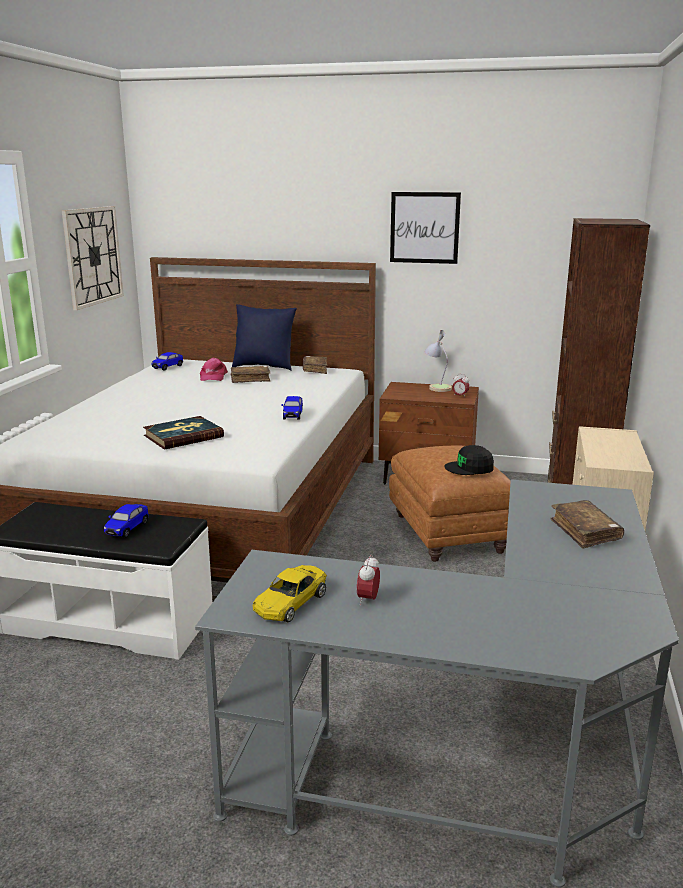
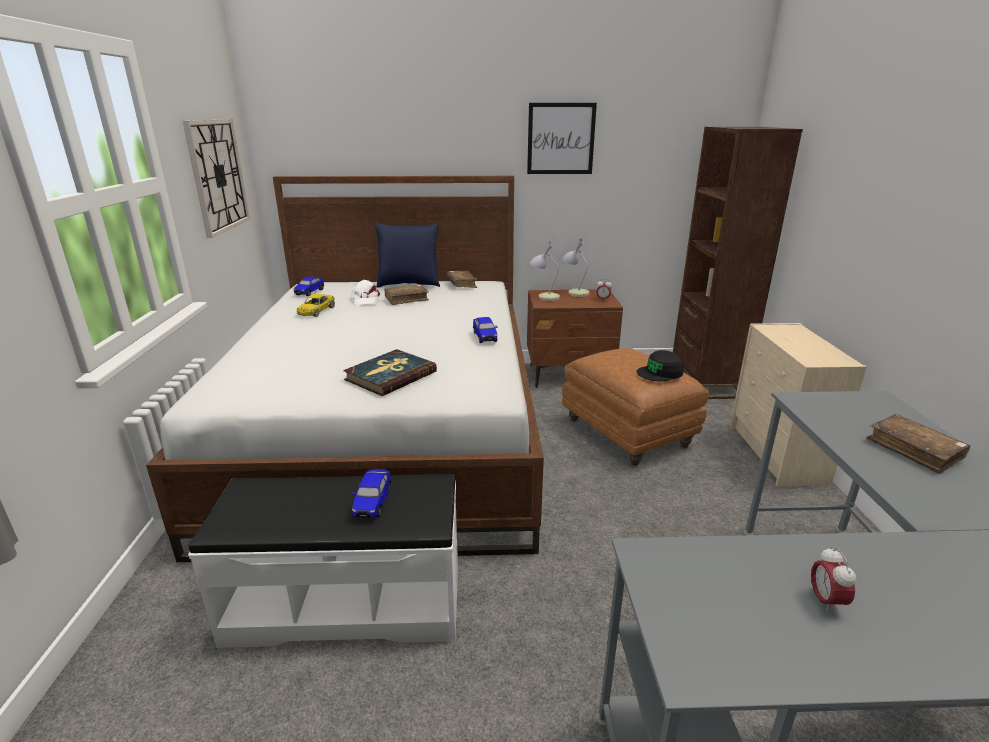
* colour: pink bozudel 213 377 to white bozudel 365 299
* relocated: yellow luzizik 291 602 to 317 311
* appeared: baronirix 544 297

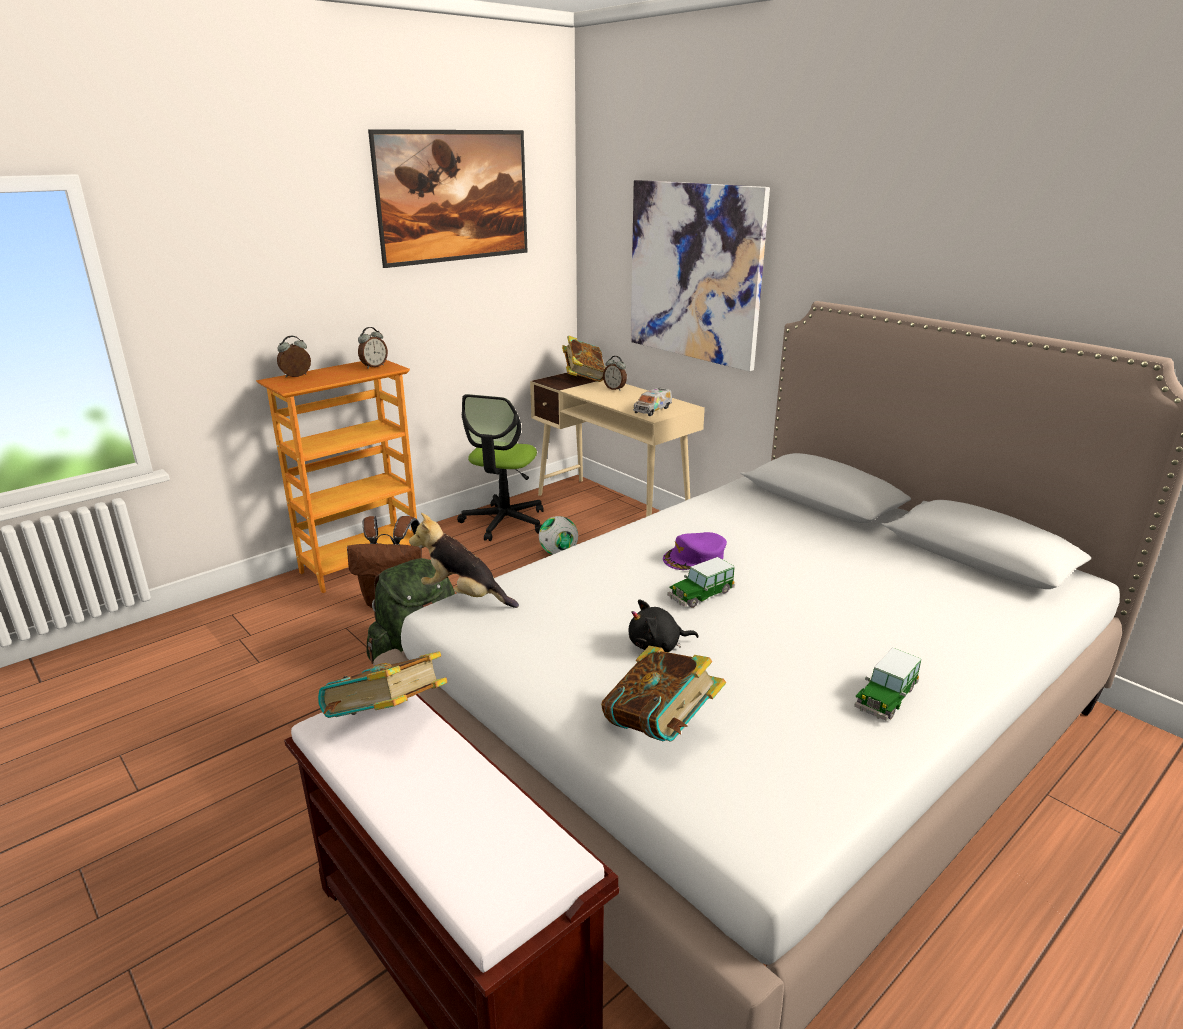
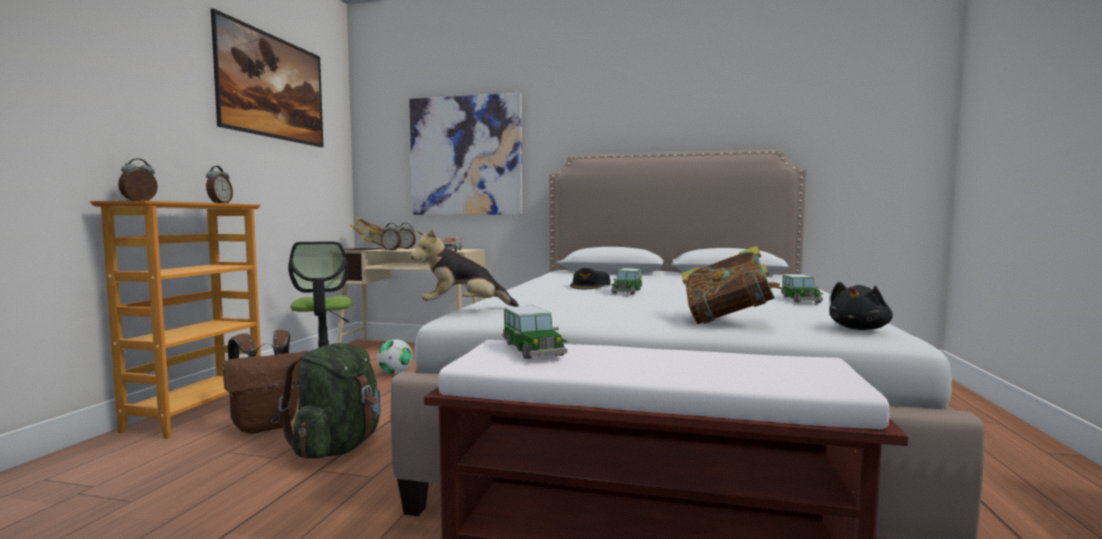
* colour: purple bozudel 694 557 to black bozudel 590 286
* relocated: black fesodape 657 646 to 859 329
* exchanged: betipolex 388 721 to luzizik 533 350
* appeared: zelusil 391 250

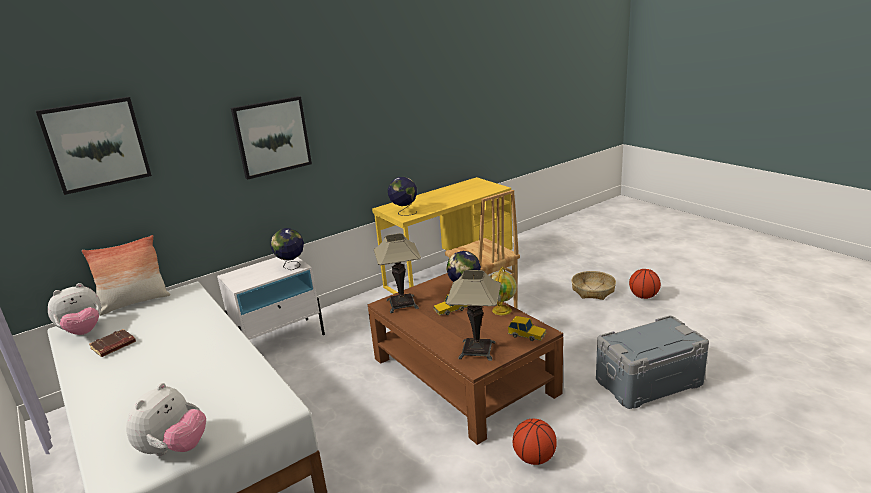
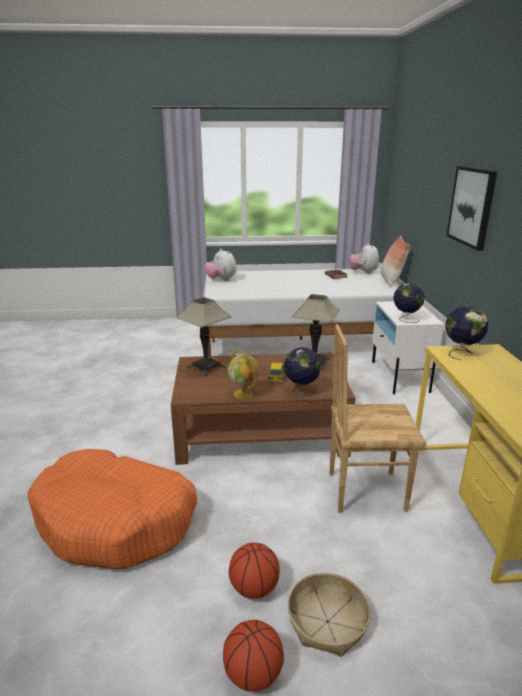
* missing: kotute 96 144
* missing: luzizik 527 335
* exchanged: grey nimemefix 649 383 to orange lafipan 116 521
* relocated: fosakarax 534 458 to 254 588

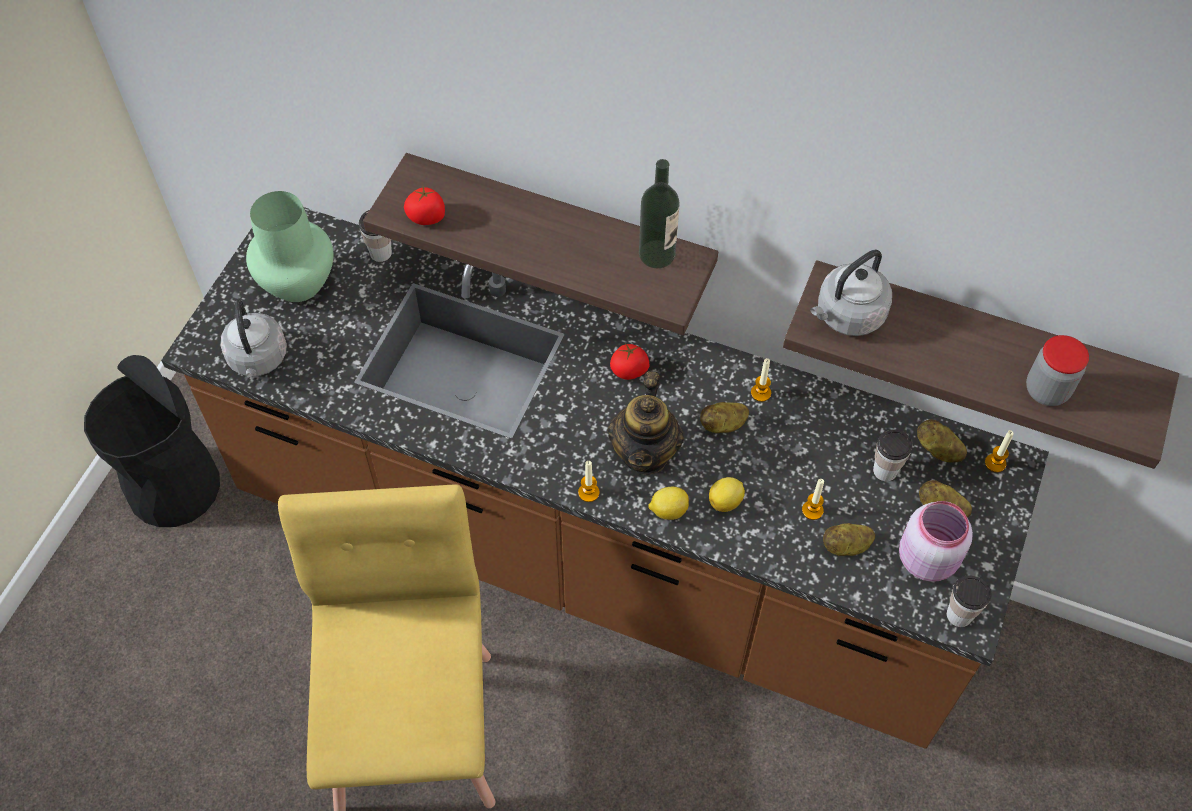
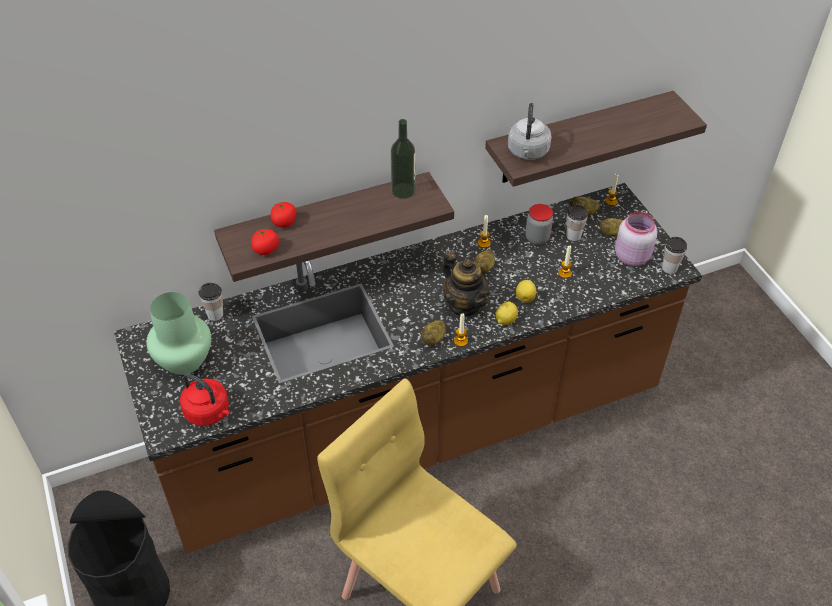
* colour: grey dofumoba 258 360 to red dofumoba 209 412
* relocated: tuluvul 1047 390 to 537 238
* relocated: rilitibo 629 370 to 284 222
* relocated: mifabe 846 546 to 434 339

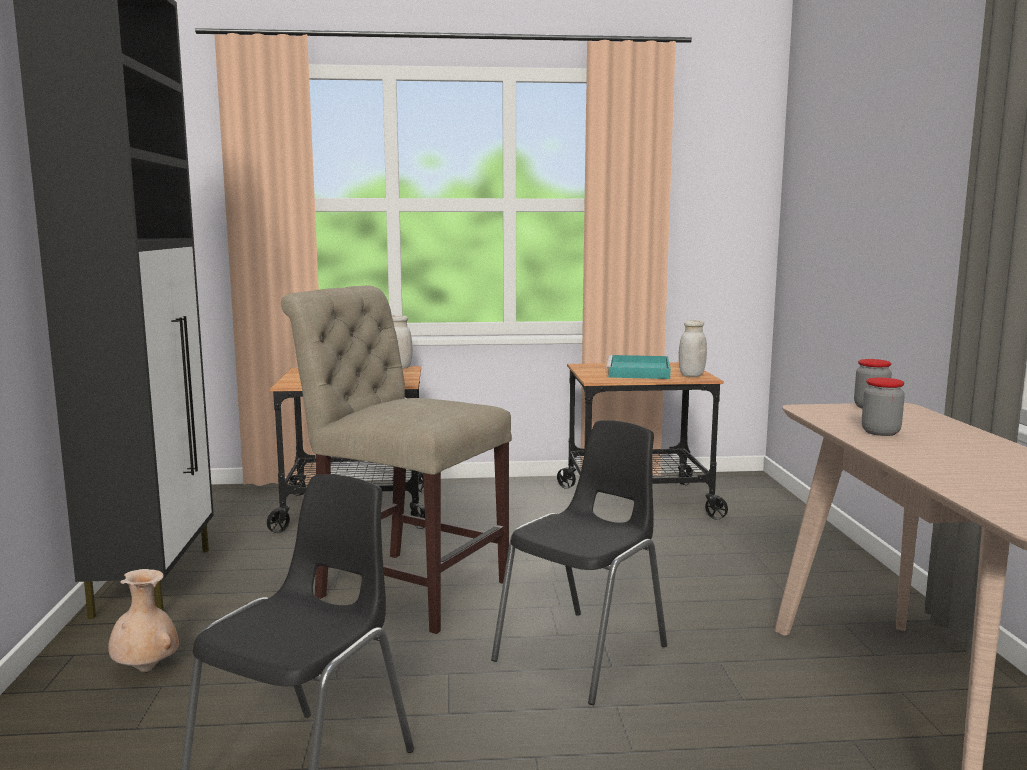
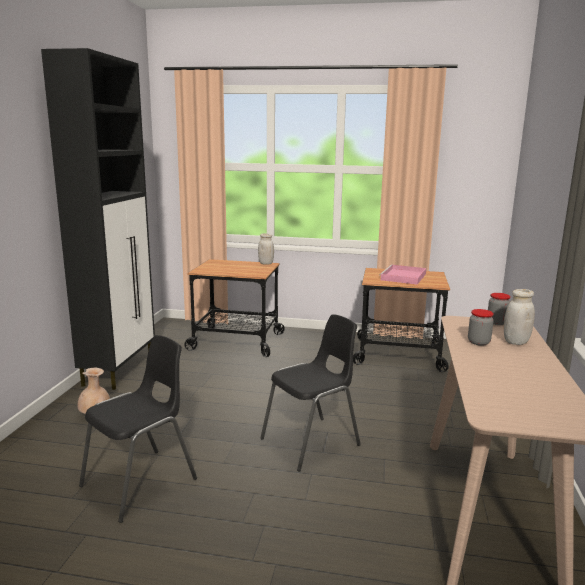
* missing: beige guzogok 405 586
* relocated: white tuluvul 691 375 to 515 342
* colour: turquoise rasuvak 639 371 to pink rasuvak 403 277

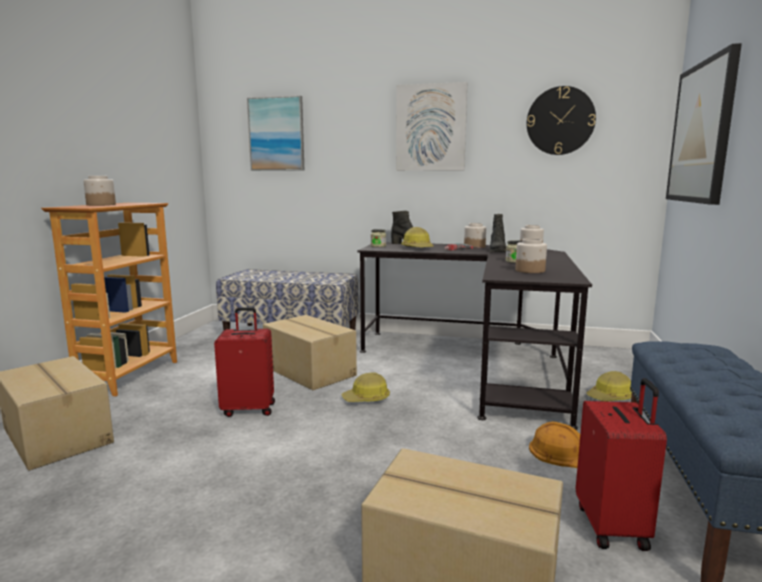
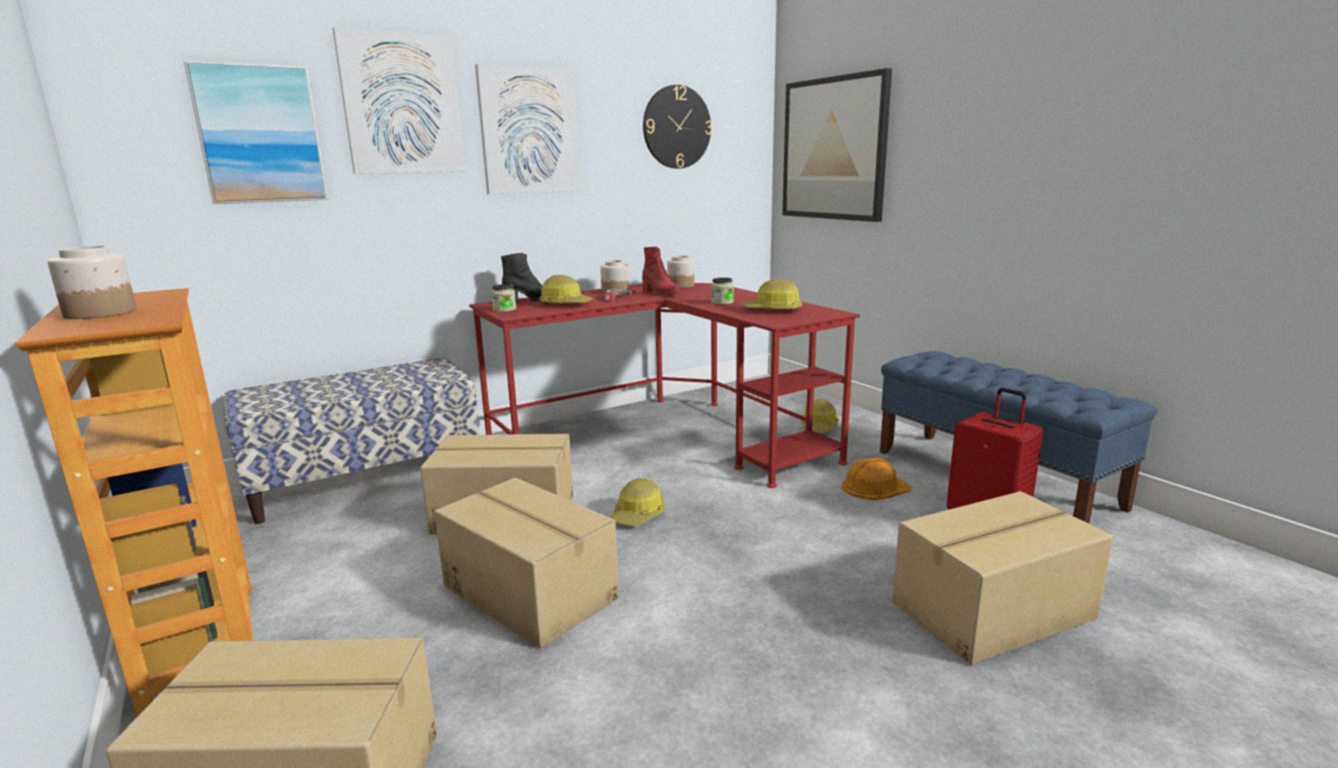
* colour: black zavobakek 497 251 to red zavobakek 660 293
* exchanged: tuluvul 530 270 to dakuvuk 773 310
* colour: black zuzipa 477 363 to red zuzipa 665 434
* exchanged: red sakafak 249 409 to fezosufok 531 591
* appeared: kotute 402 104

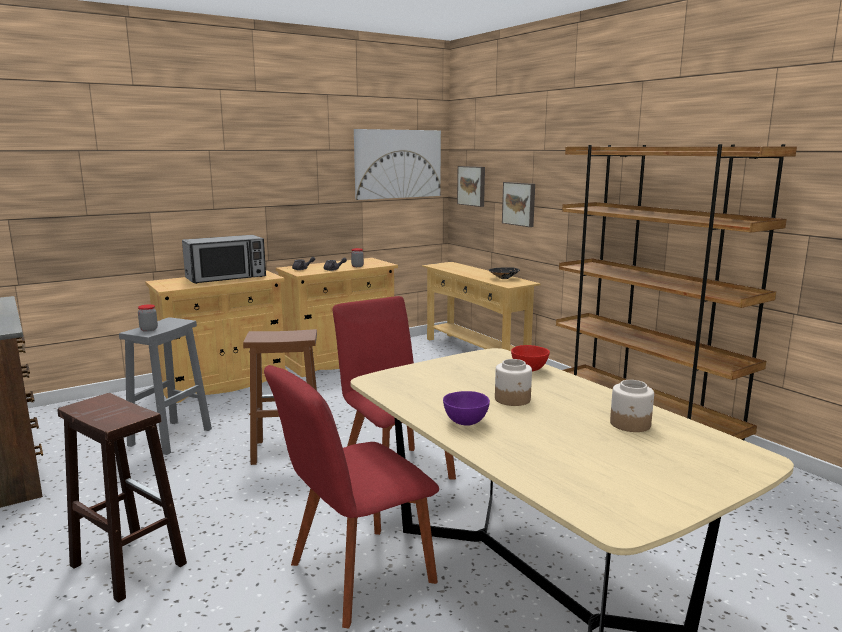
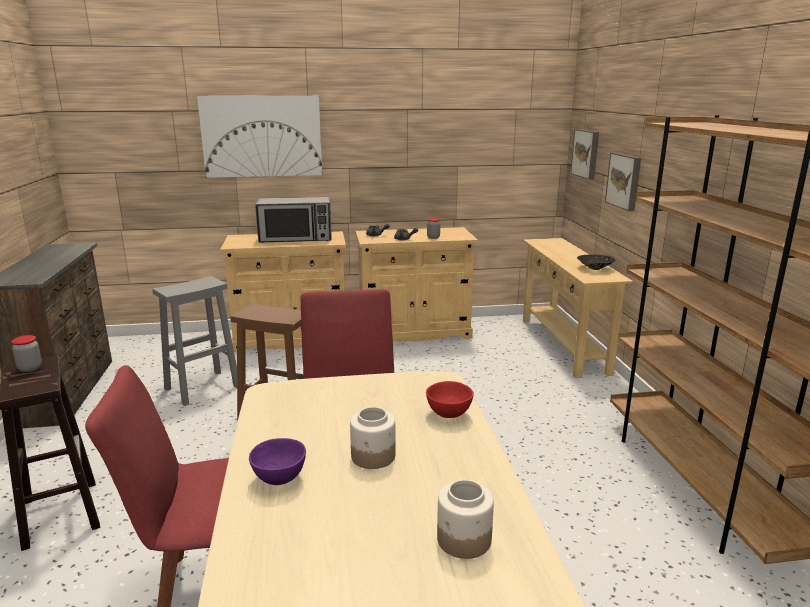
* relocated: kotute 398 164 to 262 136
* relocated: tuluvul 149 329 to 30 368

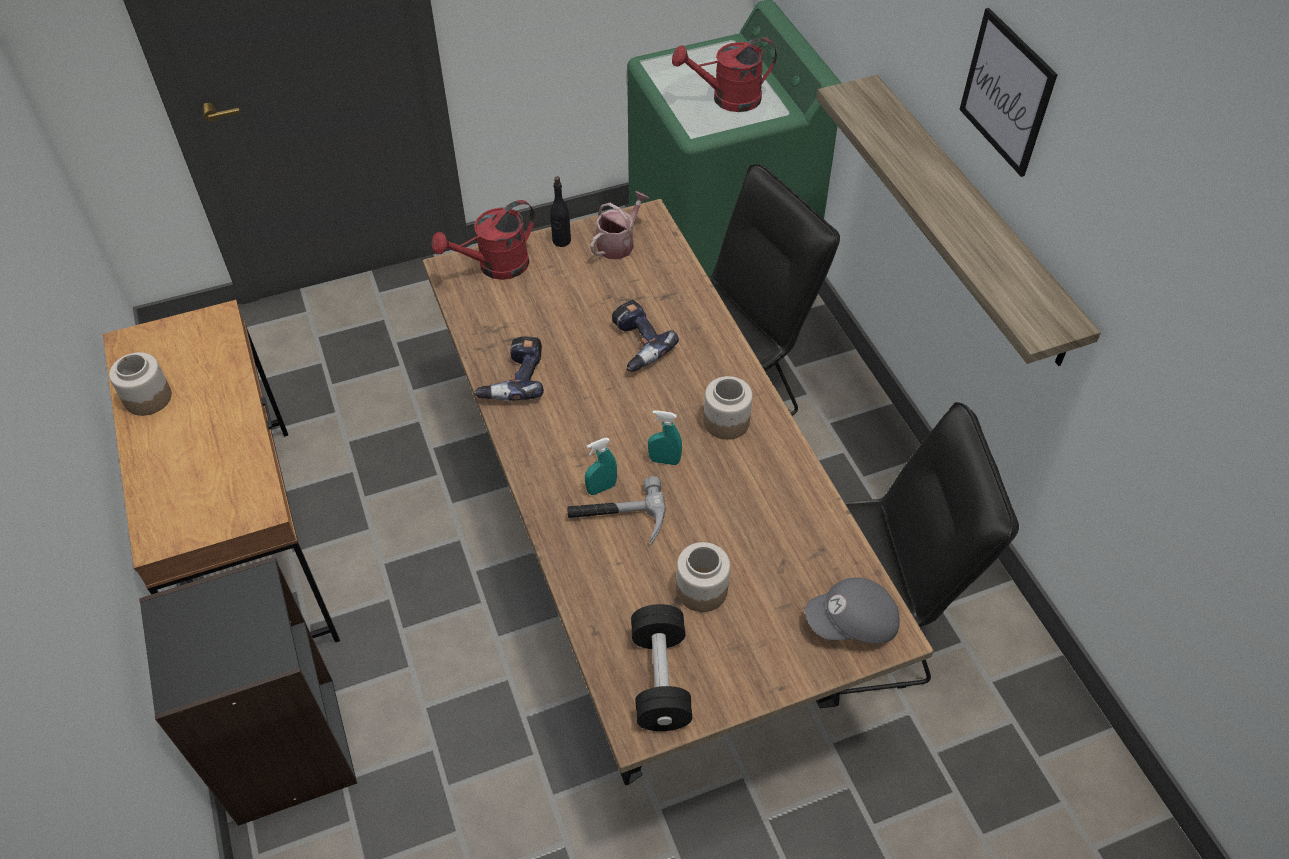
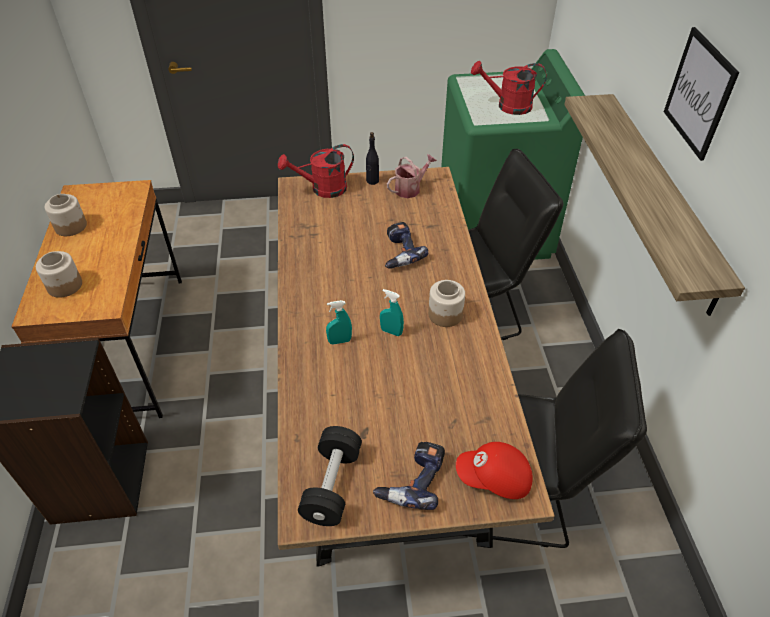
* relocated: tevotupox 513 379 to 412 480
* missing: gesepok 617 519
* relocated: tuluvul 701 590 to 64 286
* colour: grey bozudel 852 623 to red bozudel 494 479

